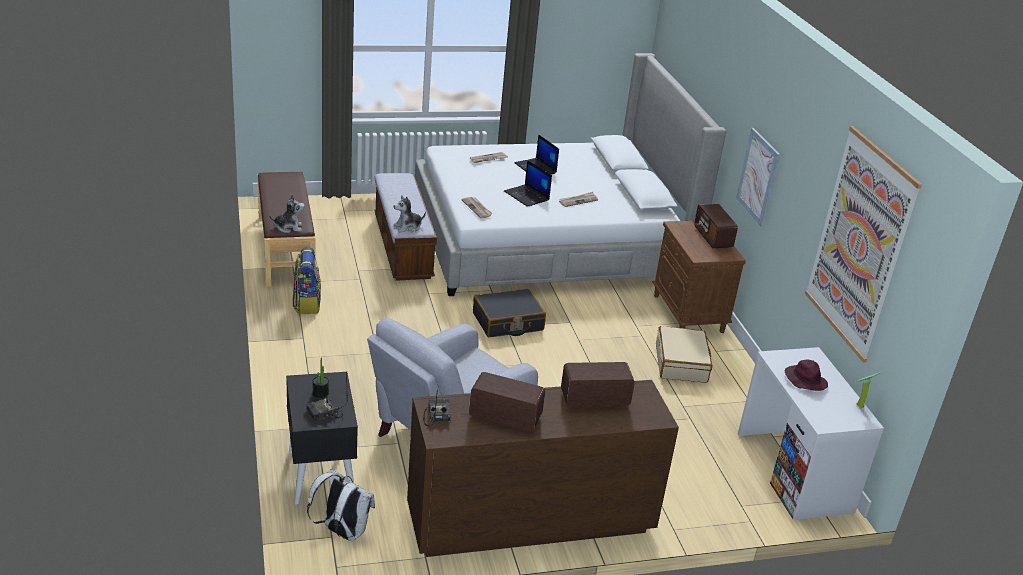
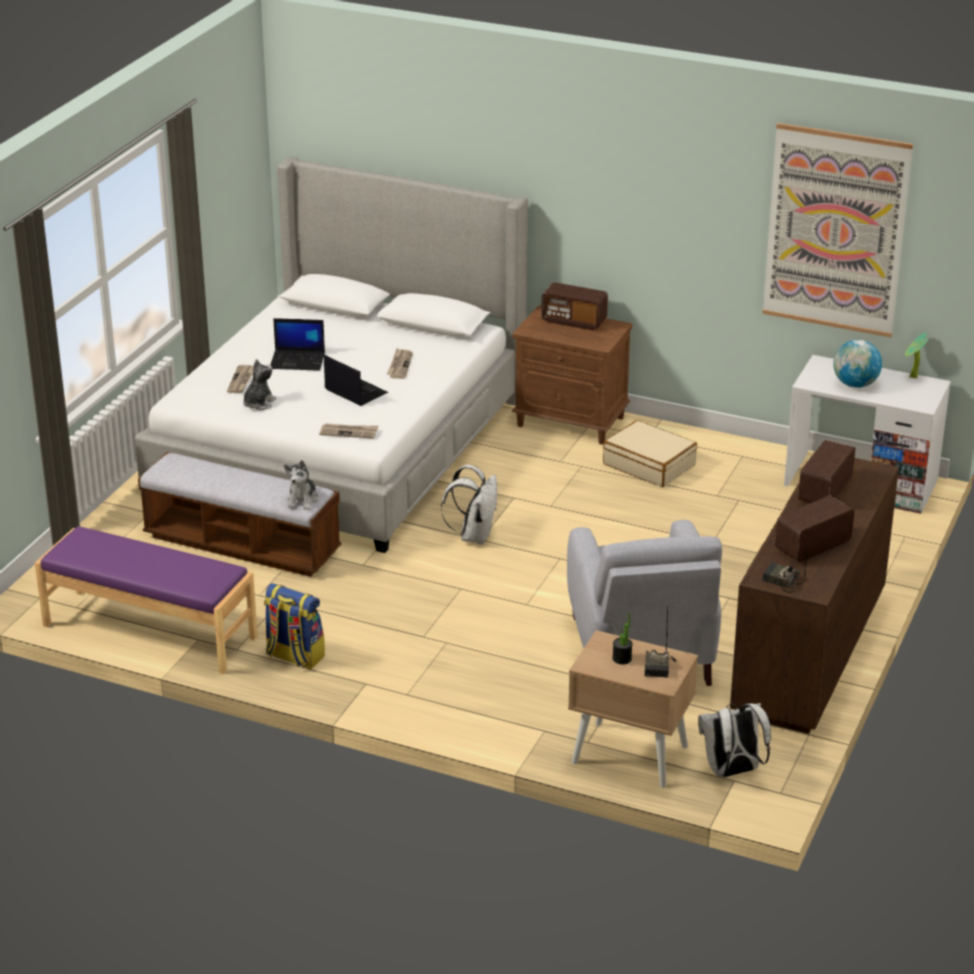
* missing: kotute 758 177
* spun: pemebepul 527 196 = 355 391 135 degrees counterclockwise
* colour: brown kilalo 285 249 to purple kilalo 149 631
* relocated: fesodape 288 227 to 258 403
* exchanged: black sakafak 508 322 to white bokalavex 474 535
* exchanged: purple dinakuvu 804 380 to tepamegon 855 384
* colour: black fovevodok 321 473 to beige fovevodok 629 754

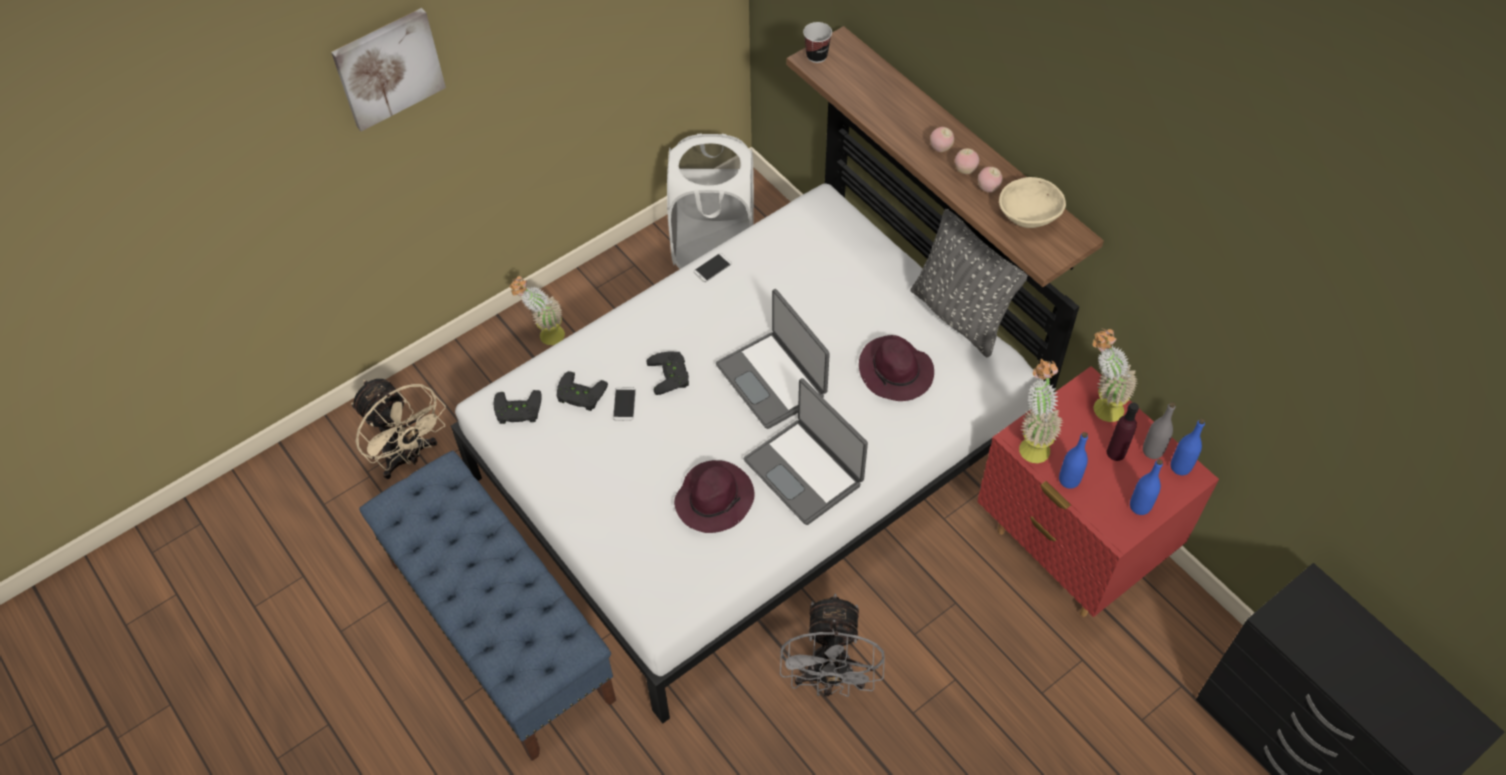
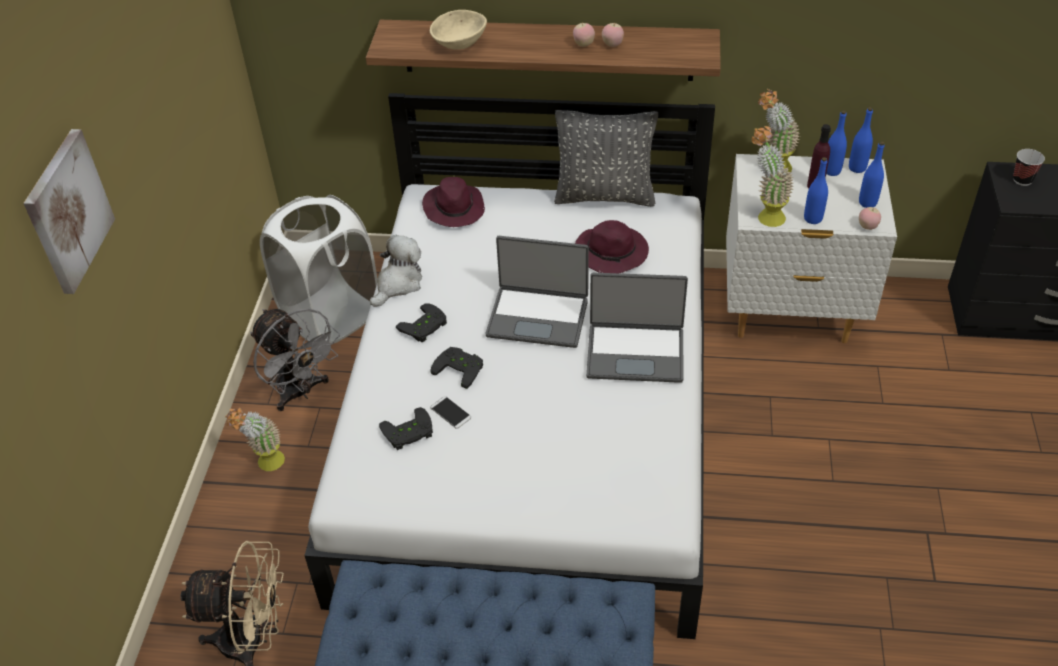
* relocated: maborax 816 56 to 1022 180
* relocated: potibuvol 940 148 to 867 227
* relocated: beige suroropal 1028 217 to 460 44
* exchanged: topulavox 712 268 to fesodape 398 284
* colour: red fovevodok 1070 550 to white fovevodok 790 314
* relocated: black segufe 517 411 to 425 327
* colour: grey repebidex 1152 451 to blue repebidex 831 171
* relocated: purple dinakuvu 714 498 to 453 208
* relocated: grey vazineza 829 679 to 301 392

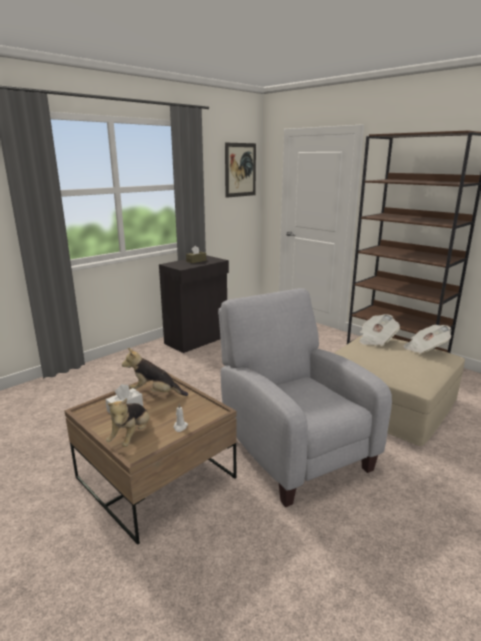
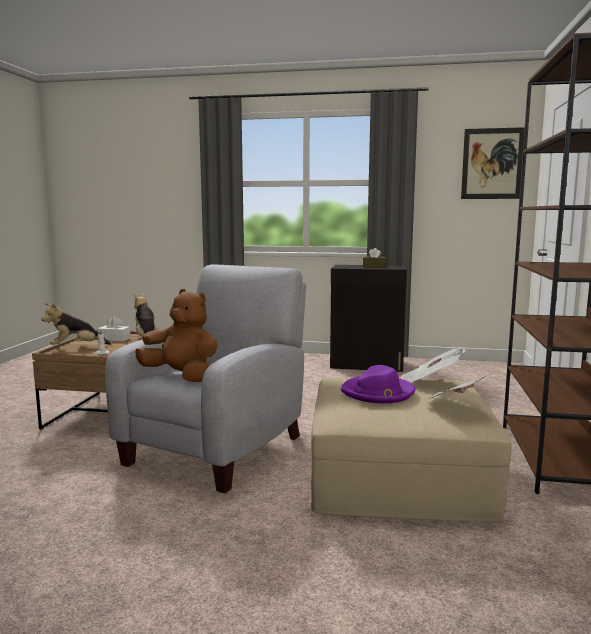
* appeared: brown fesodape 182 377
* appeared: purple dinakuvu 378 393

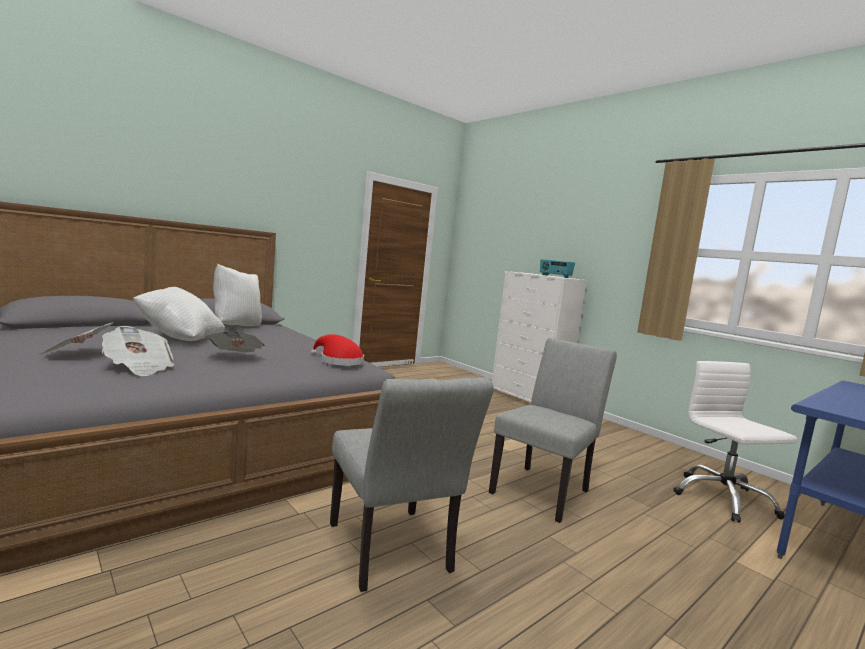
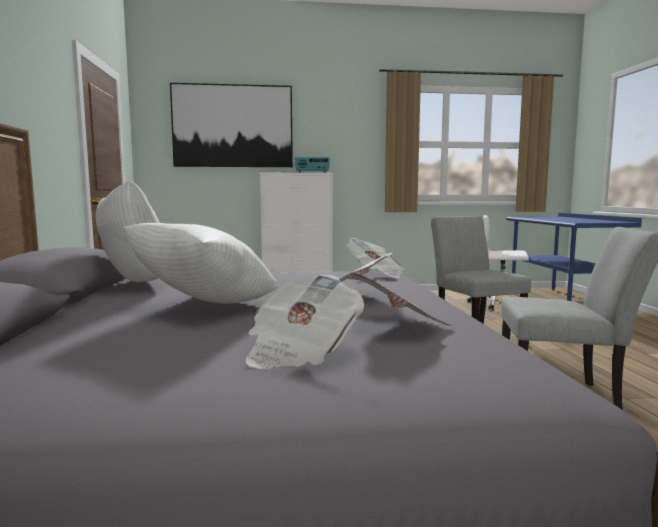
* exchanged: red dinakuvu 338 361 to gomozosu 376 274
* appeared: kotute 232 126

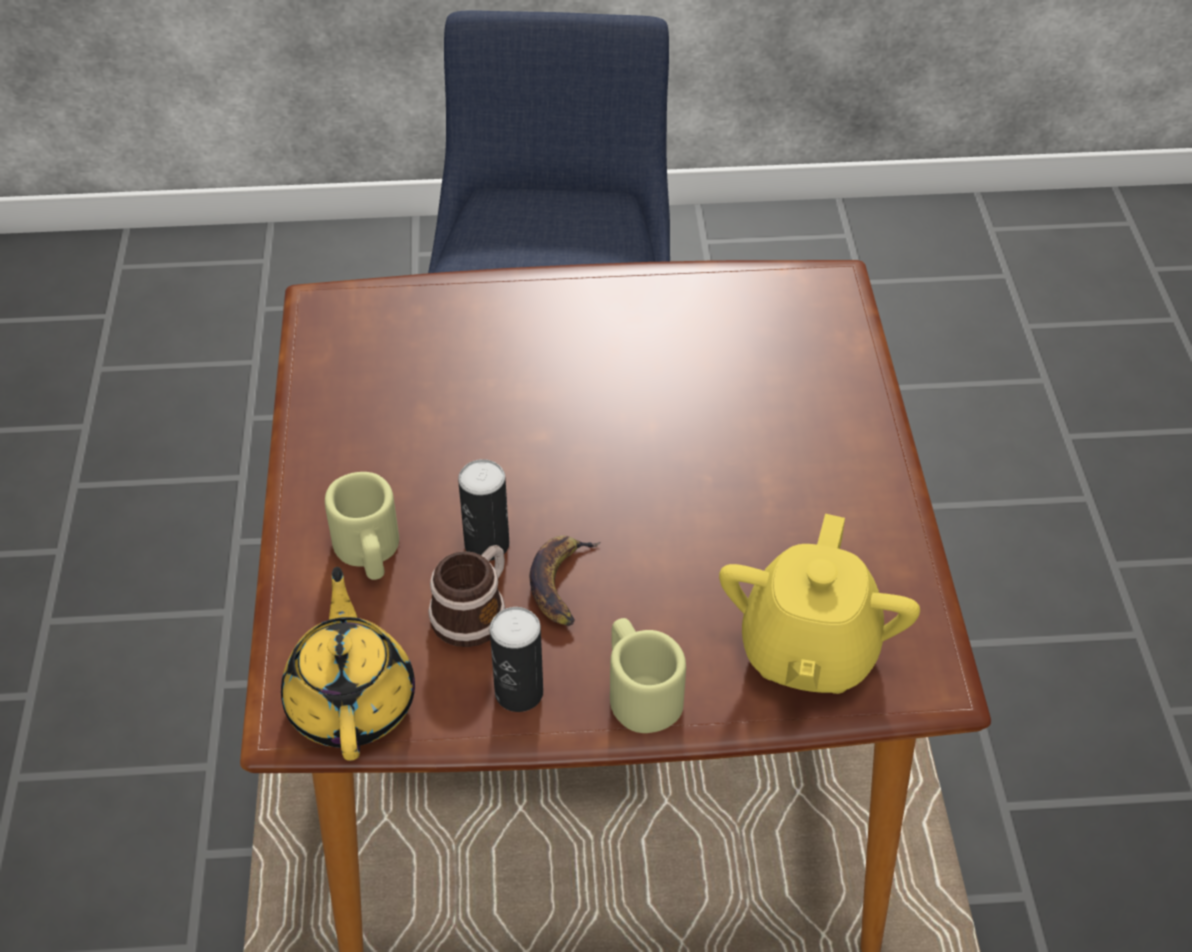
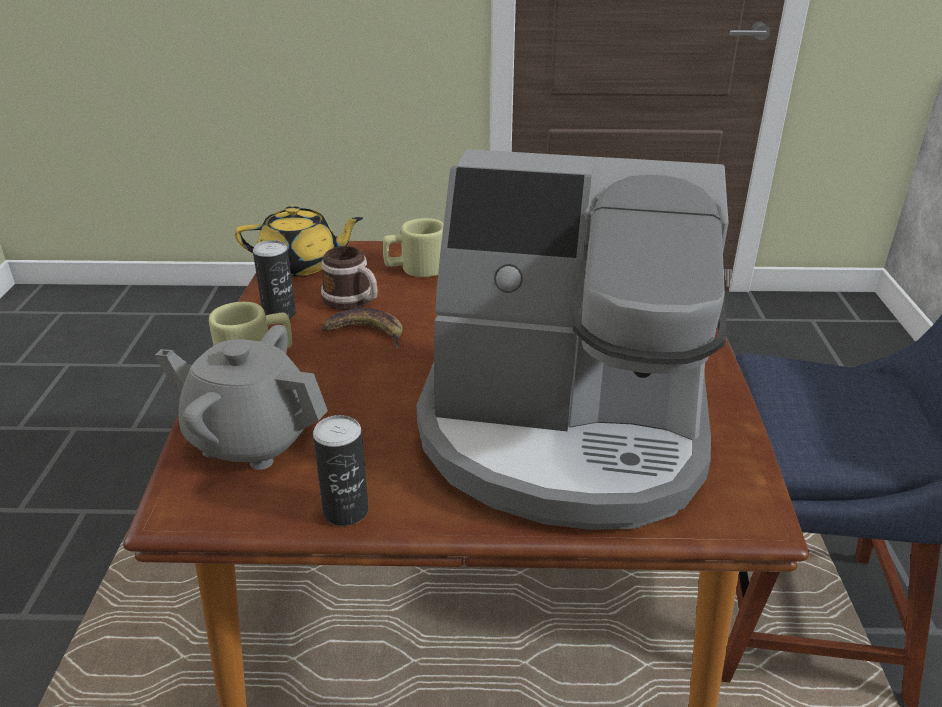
* relocated: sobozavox 487 544 to 346 510
* colour: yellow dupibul 808 652 to grey dupibul 251 439
* appeared: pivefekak 565 431

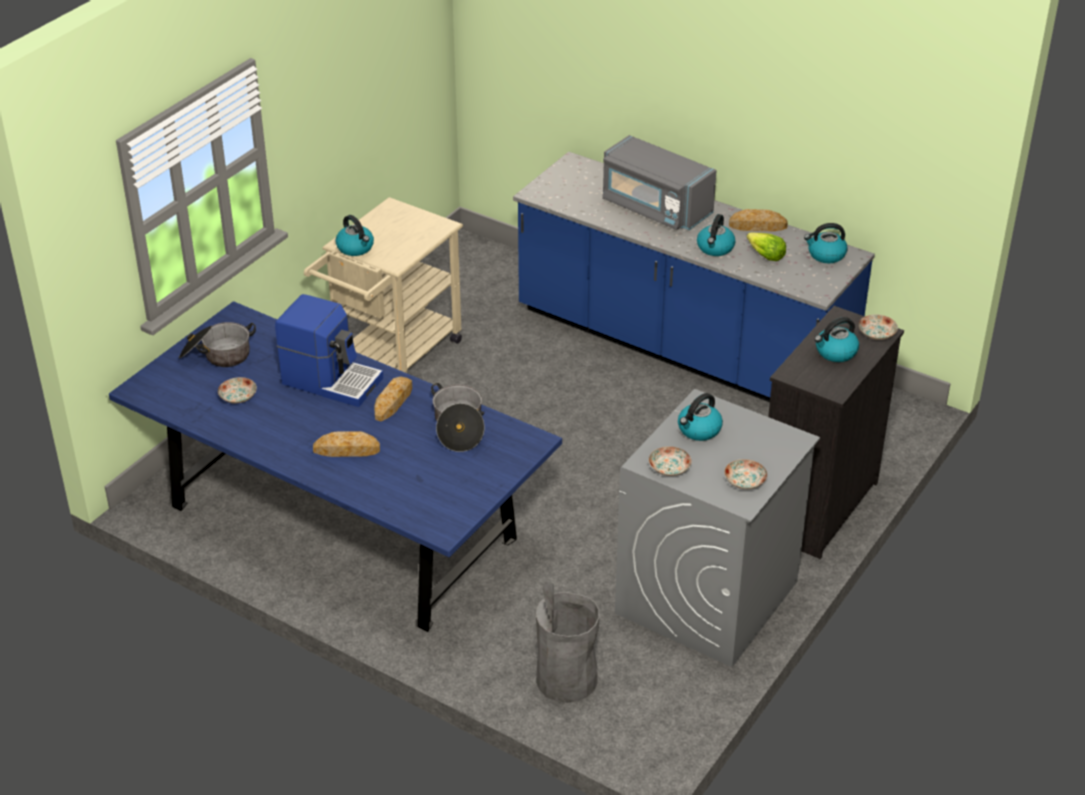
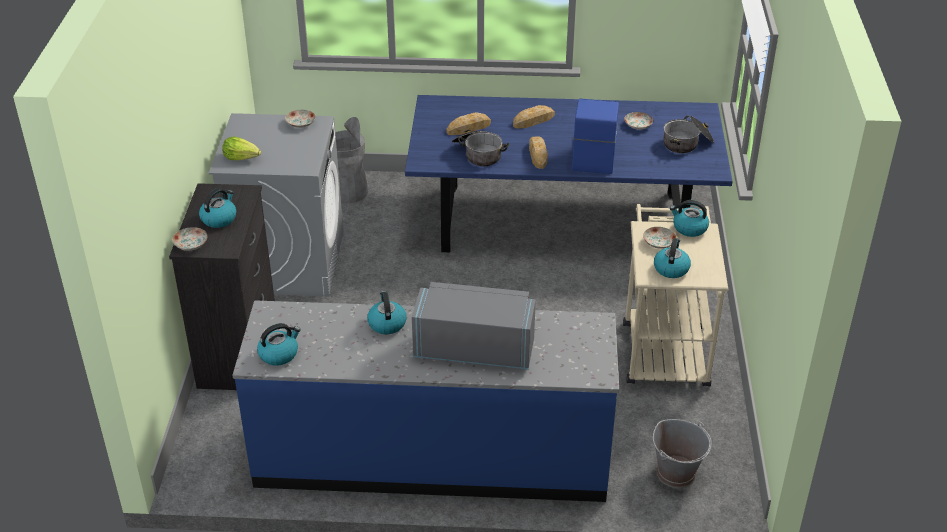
* relocated: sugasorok 758 226 to 468 128
* relocated: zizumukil 765 255 to 241 157
* spun: pivefekak 332 380 = 593 154 105 degrees clockwise
* relocated: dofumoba 699 430 to 671 268
* relocated: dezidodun 745 481 to 658 243
* appeared: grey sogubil 676 473

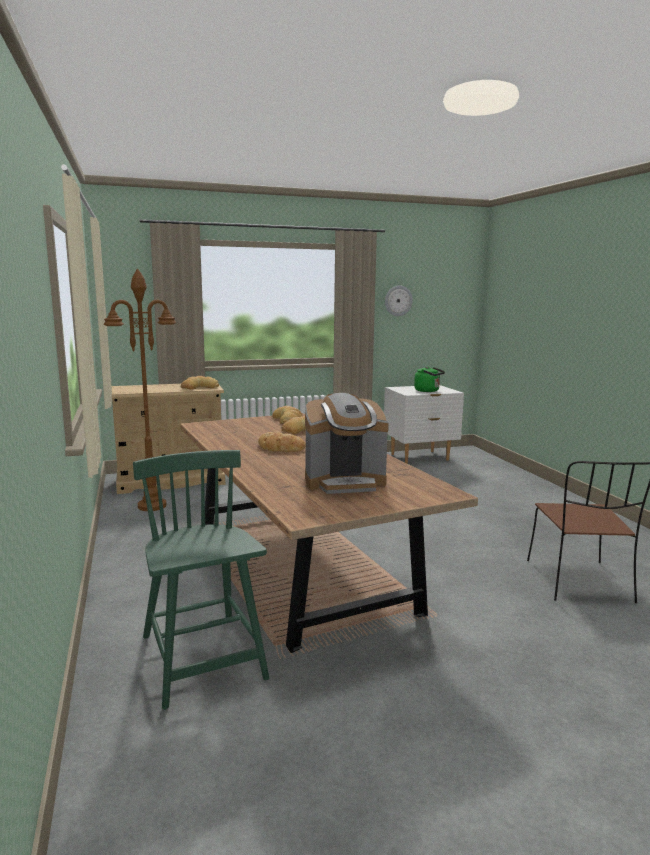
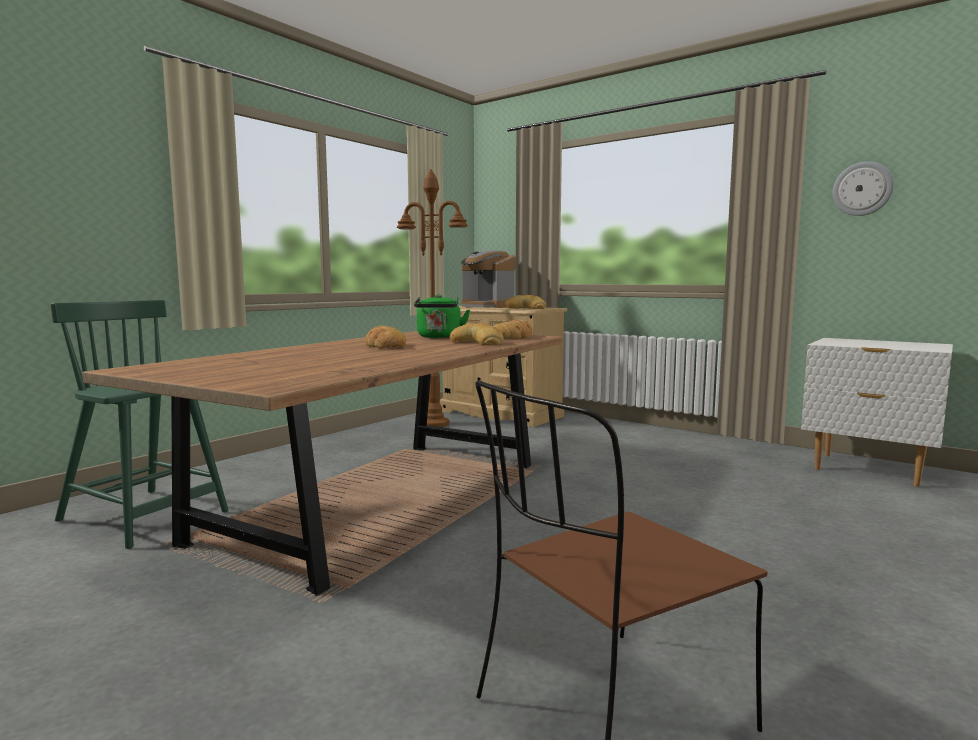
* relocated: green dofumoba 428 391 to 439 337
* relocated: pivefekak 345 482 to 487 306
* spun: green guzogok 203 659 = 145 517 90 degrees counterclockwise

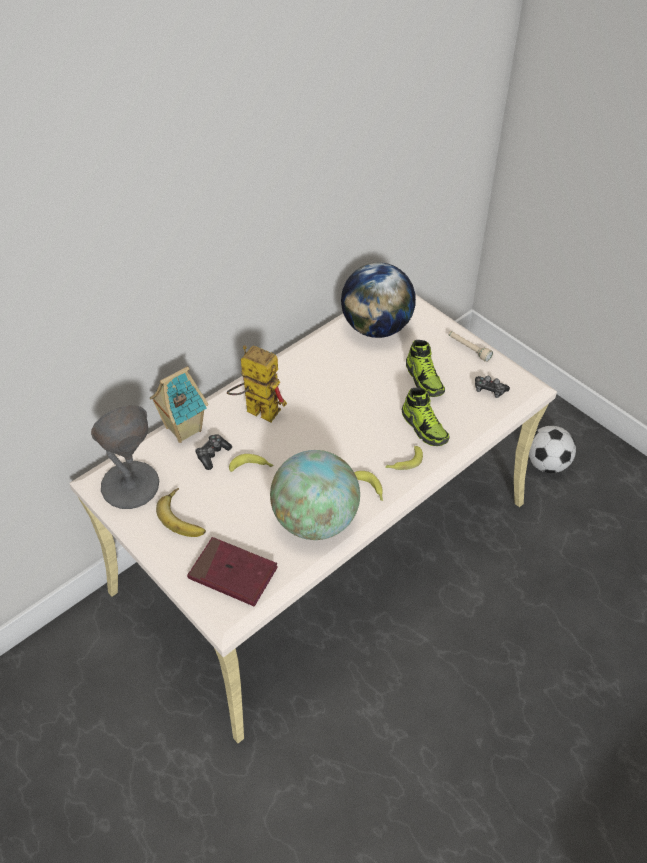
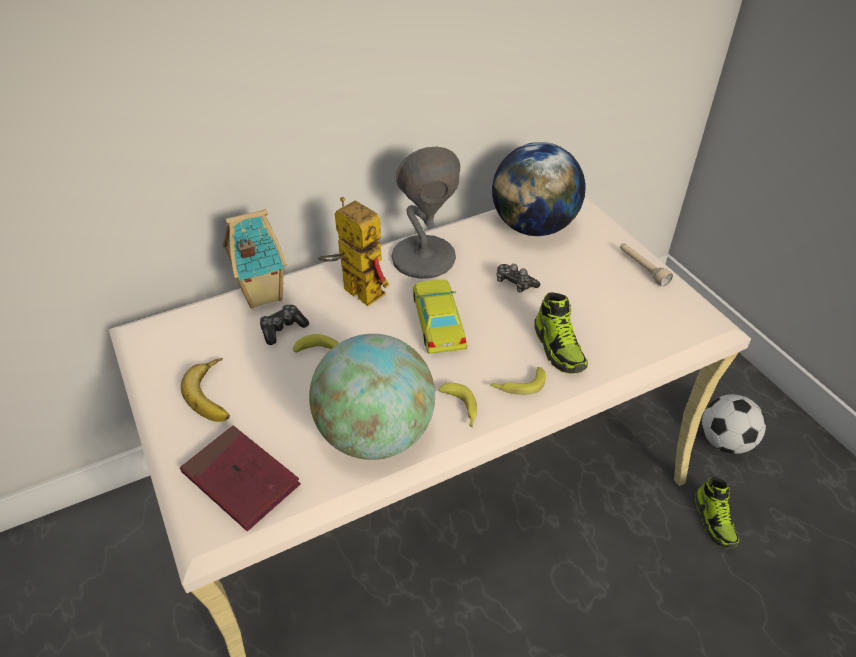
* relocated: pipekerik 424 379 to 714 521
* relocated: segufe 489 390 to 515 283
* relocated: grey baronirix 130 486 to 423 258
* appeared: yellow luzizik 438 320

